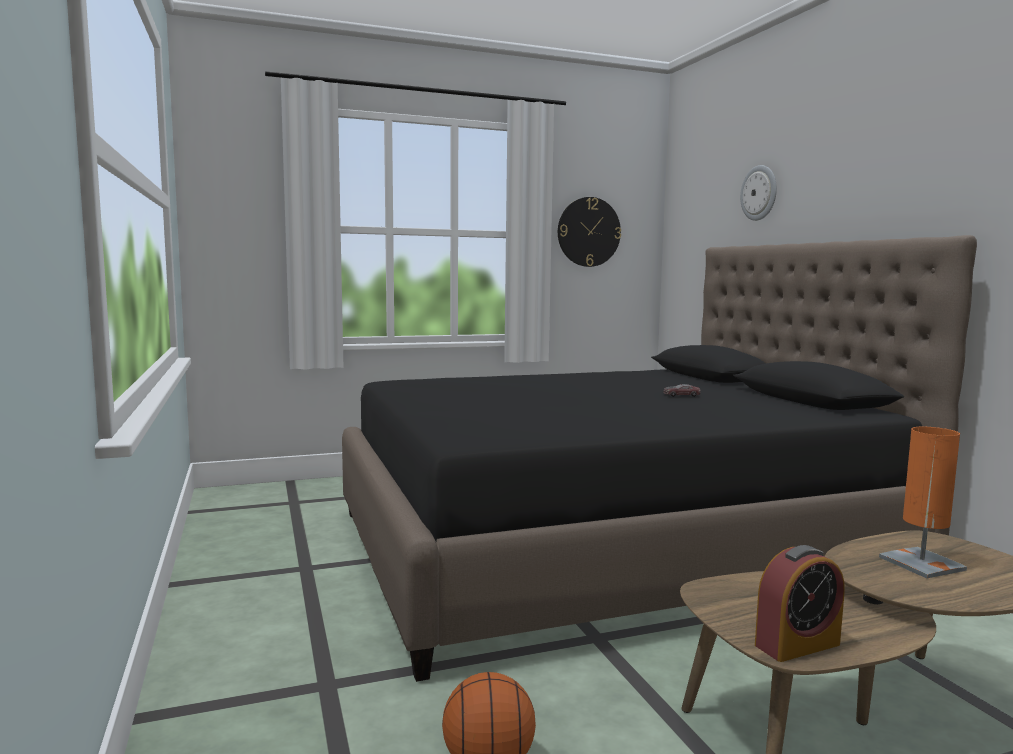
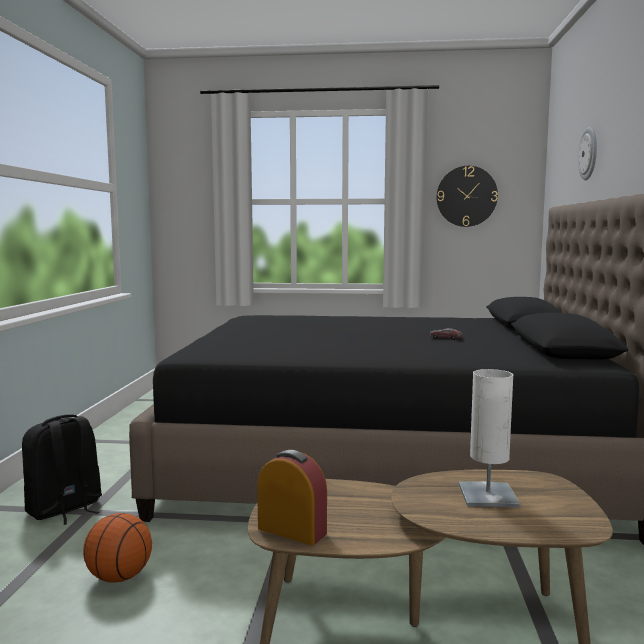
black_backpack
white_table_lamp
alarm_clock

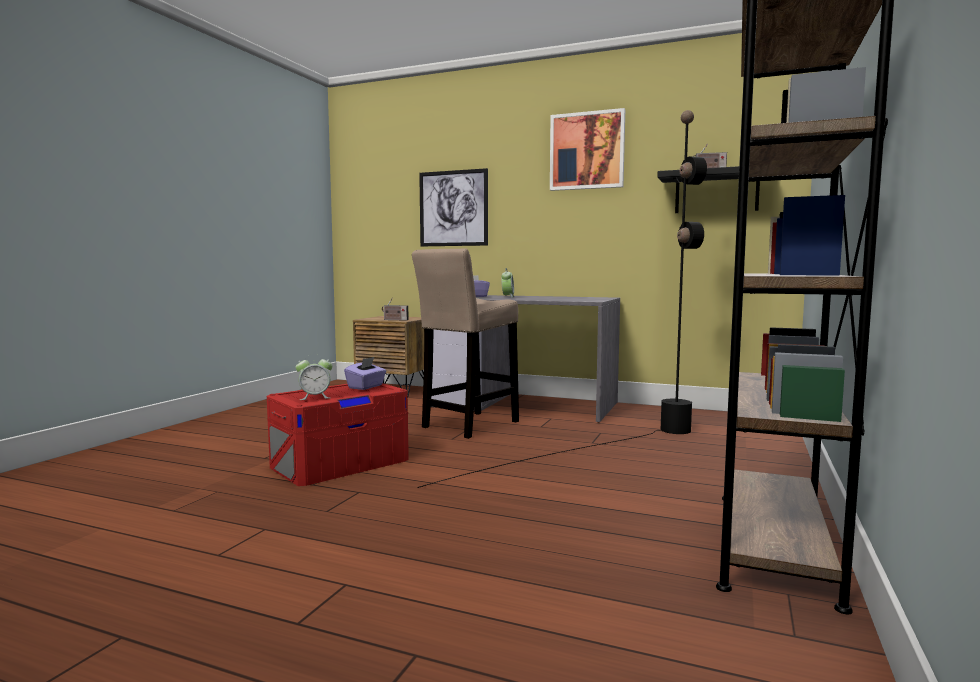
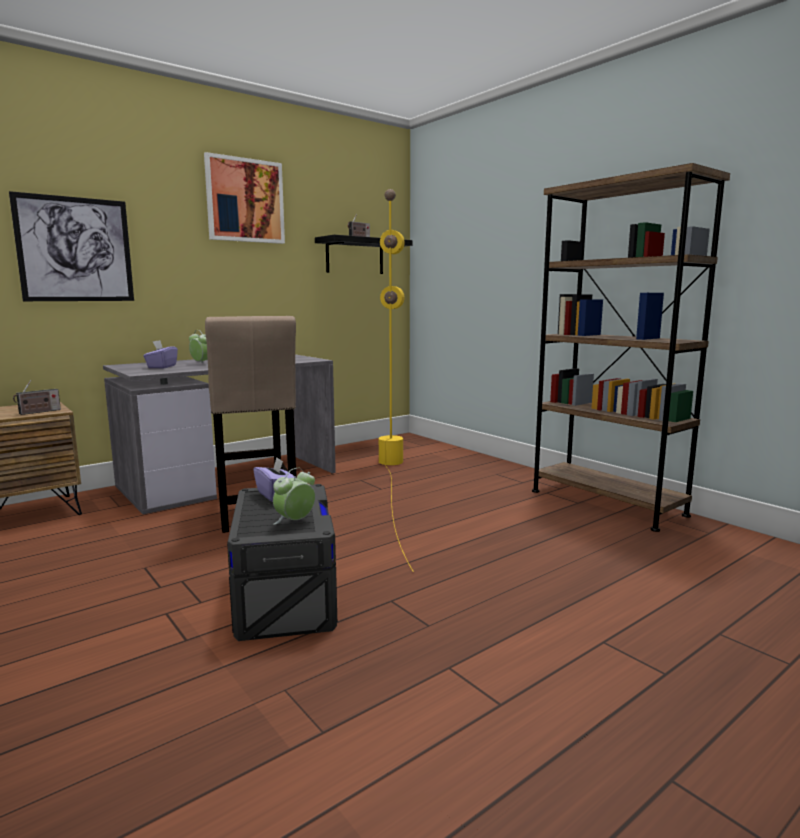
grey_storage_box
yellow_floor_lamp
alarm_clock (2nd from left)

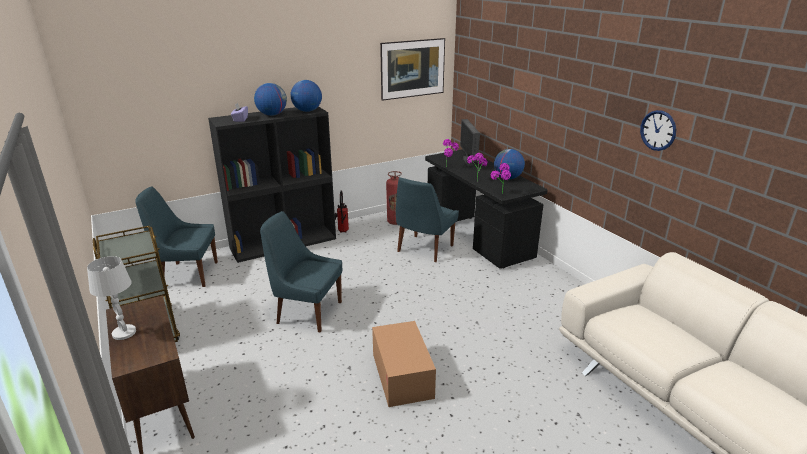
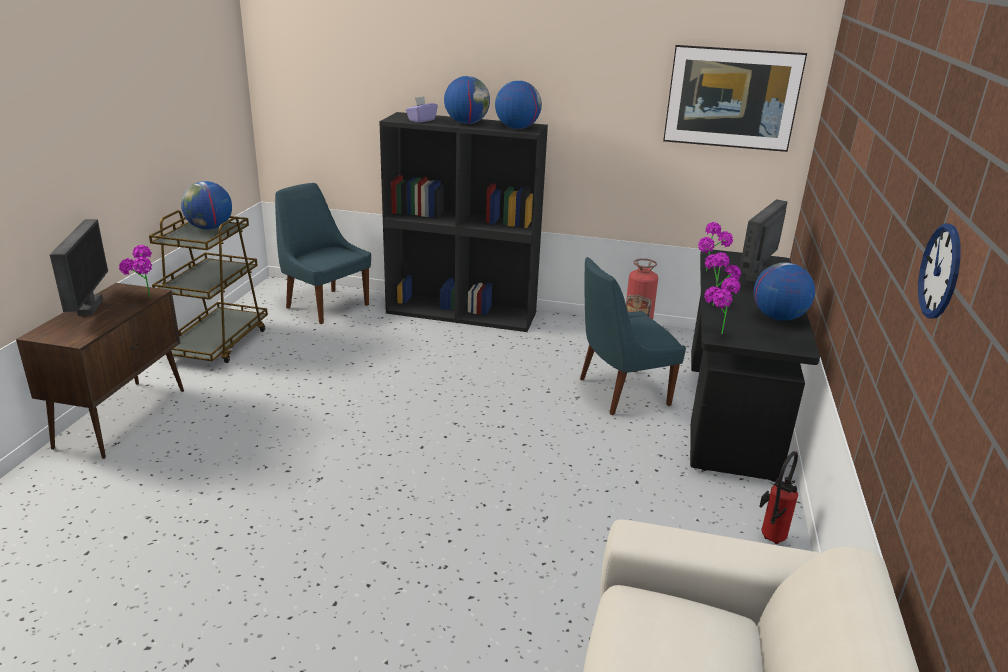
blue_chair (2nd from left in the first image)
cardboard_box
potted_plant (1st from left)
globe (1st from left)
fire_extinguisher (2nd from left)
monitor (1st from left)

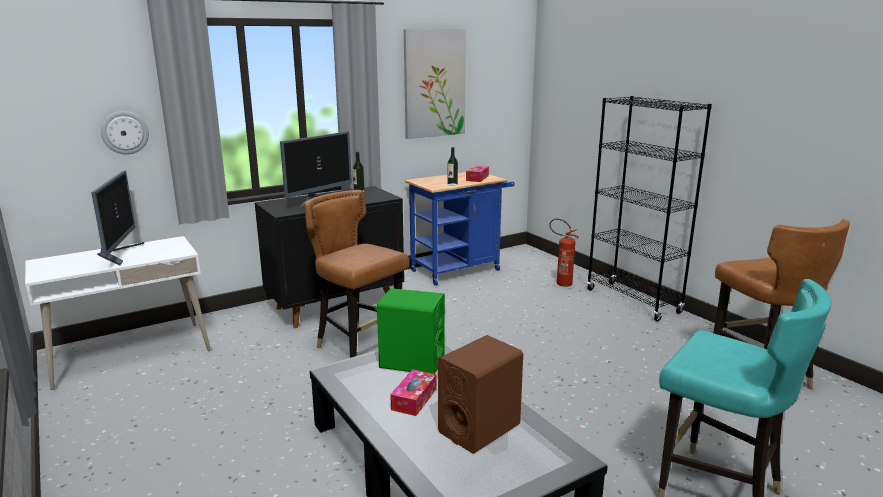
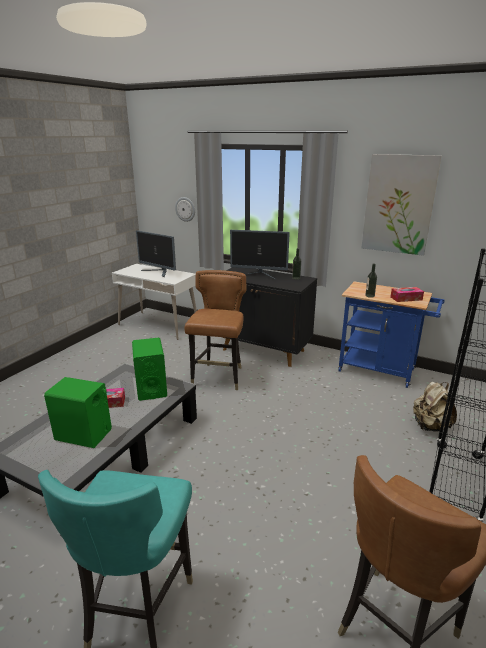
beige_backpack
green_speaker (1st from left)
monitor (1st from left)

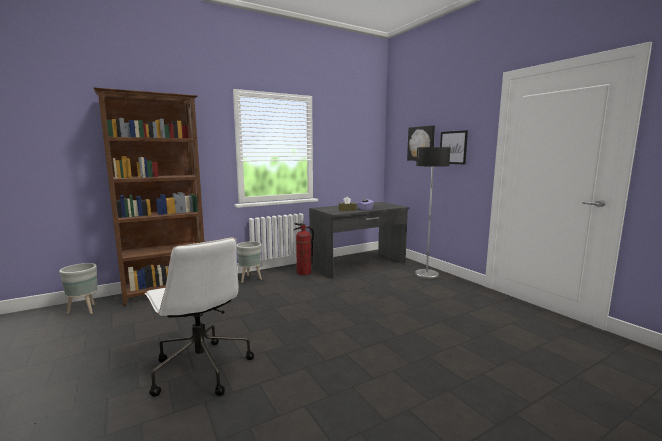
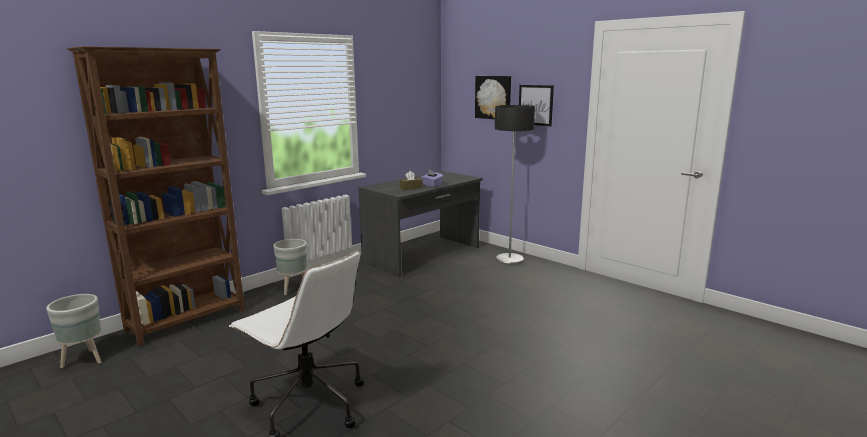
fire_extinguisher

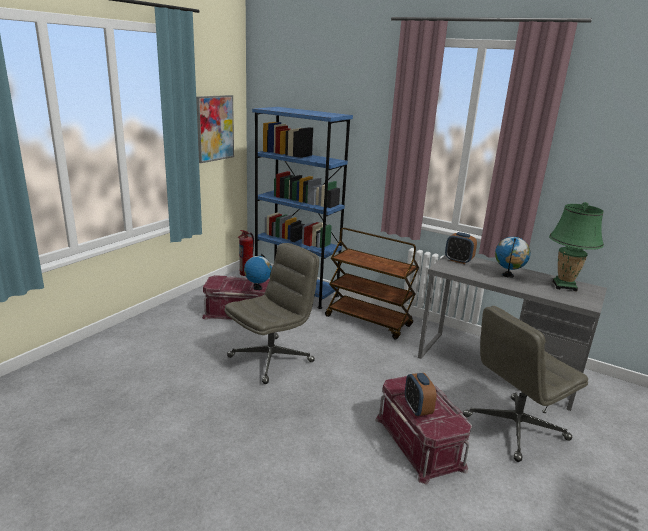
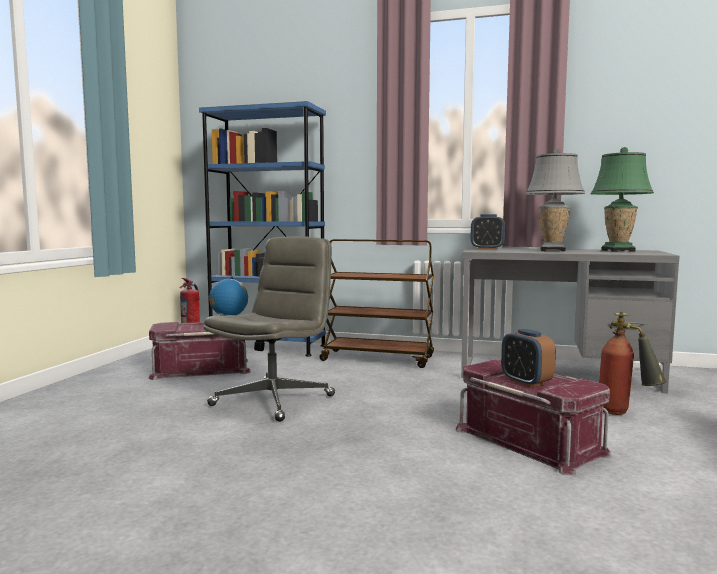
picture
fire_extinguisher (2nd from left)
grey_table_lamp

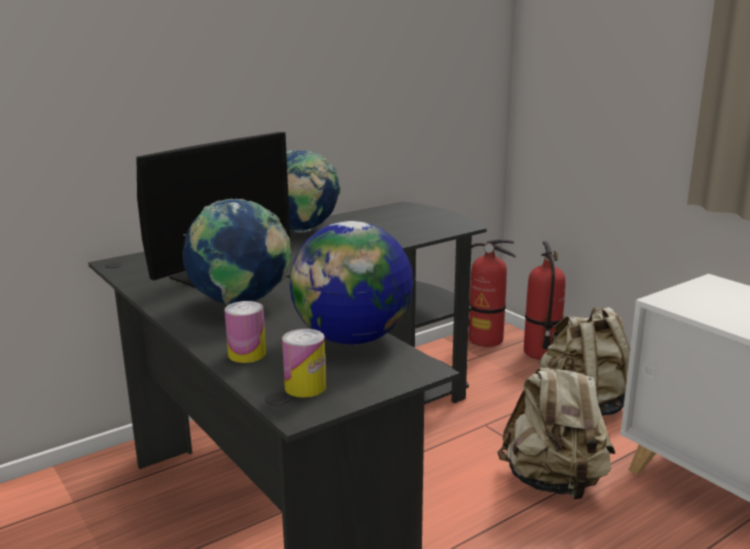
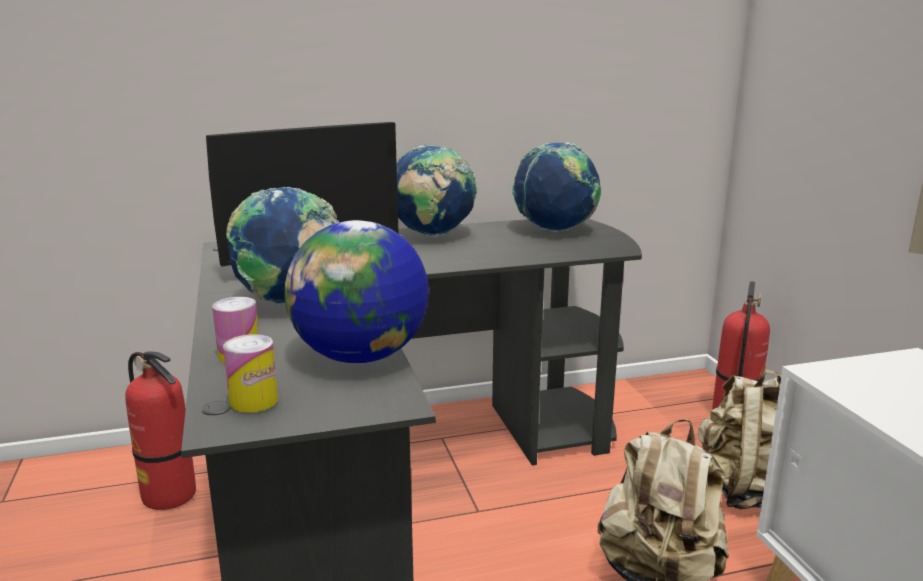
globe (4th from left)
fire_extinguisher (1st from left)

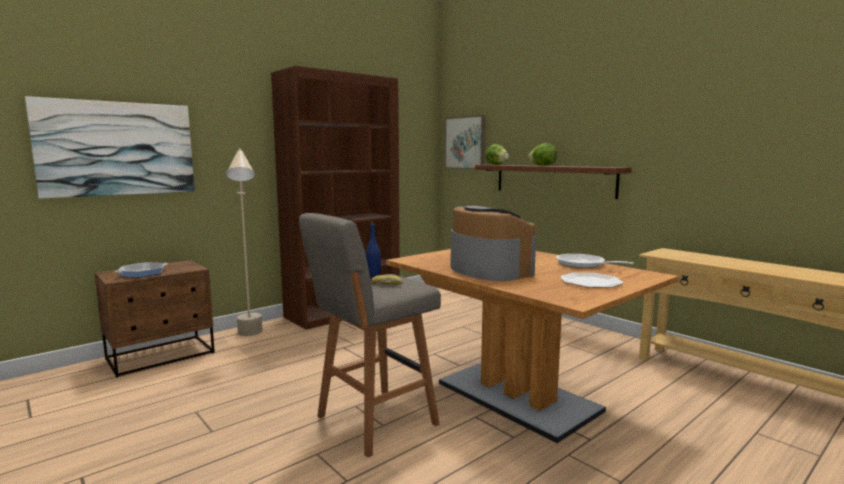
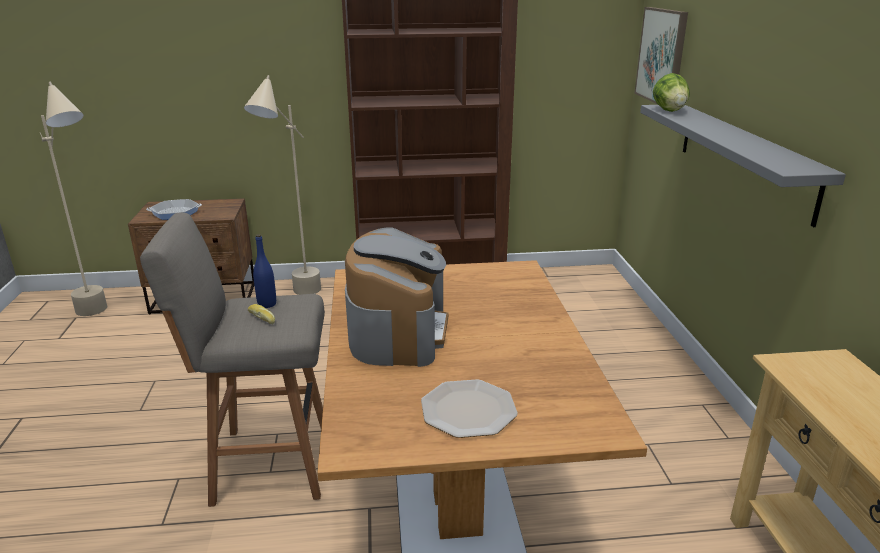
picture (1st from left in the first image)
lettuce (2nd from left in the first image)
frying_pan (2nd from left in the first image)
beige_floor_lamp (1st from left)
grey_shelf

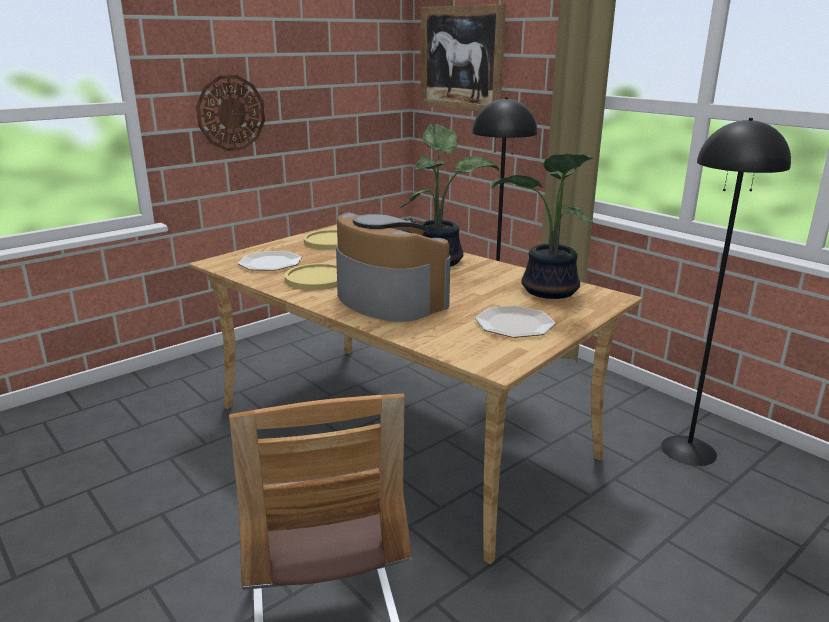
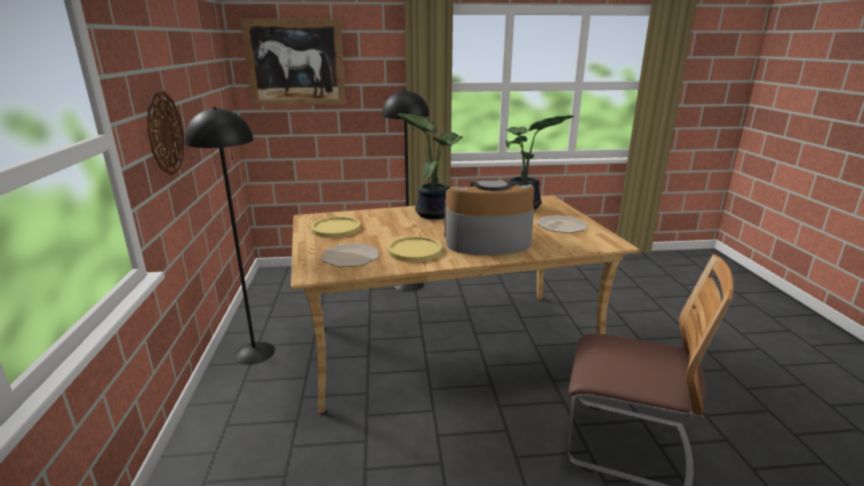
black_floor_lamp (1st from left)

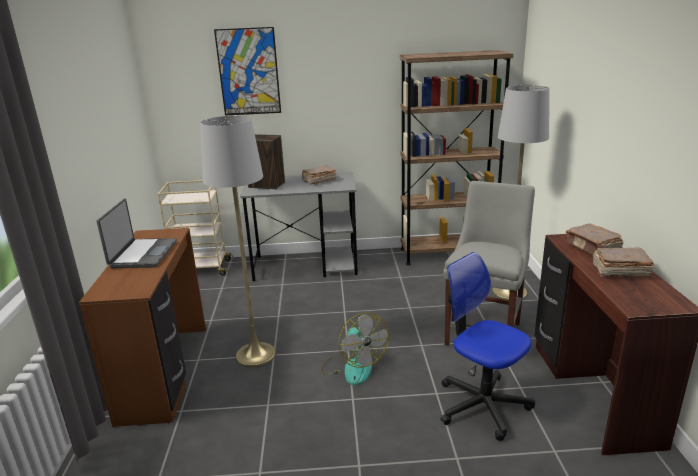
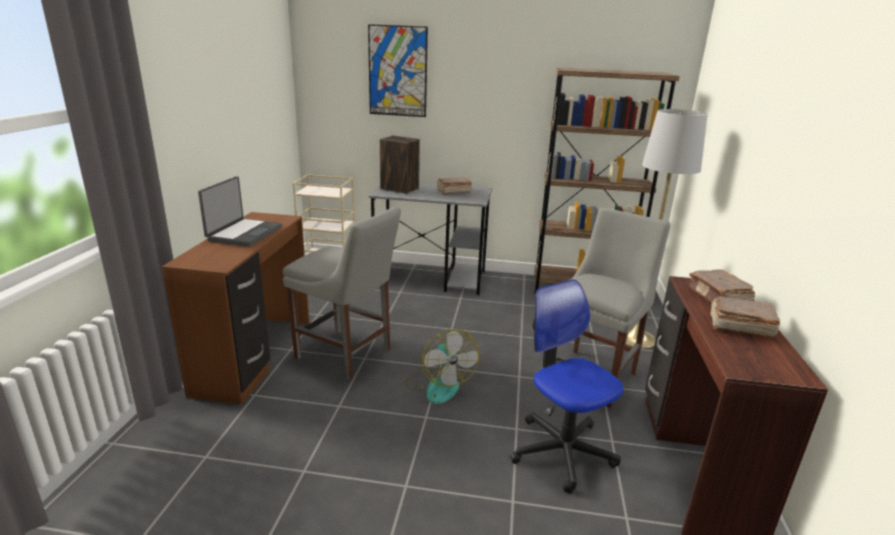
grey_chair (1st from left)

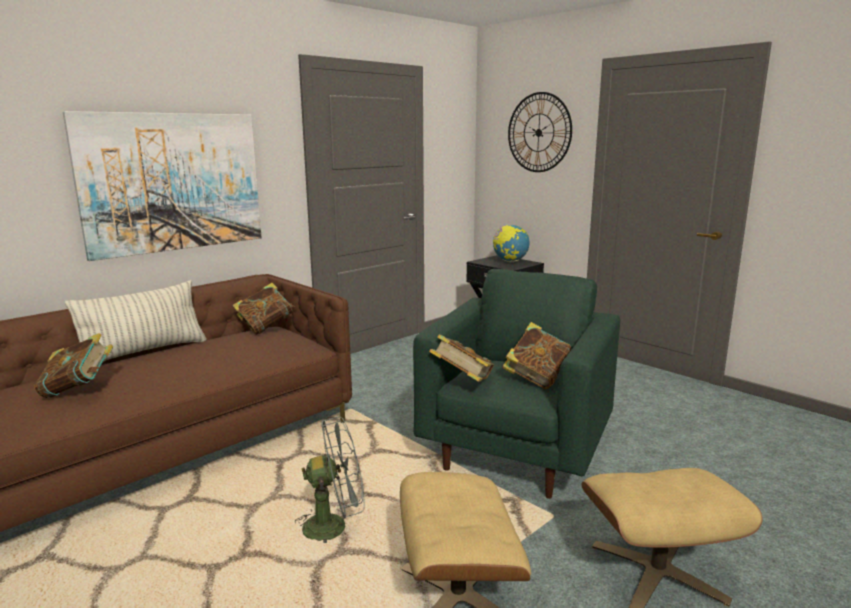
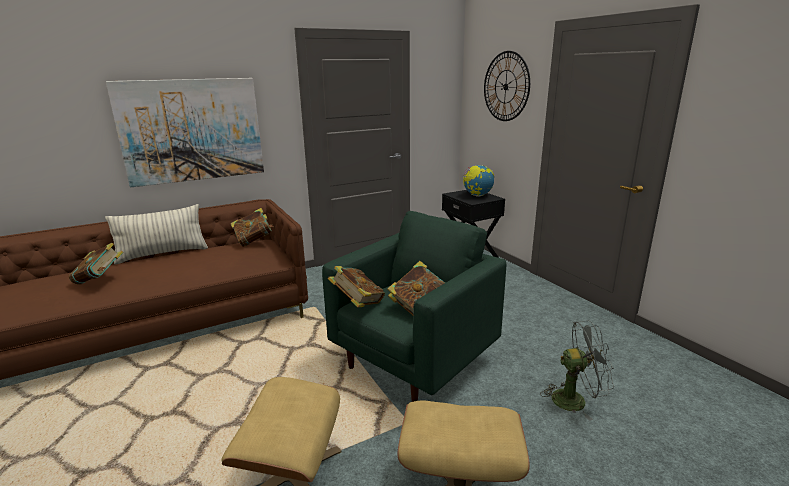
grey_fan

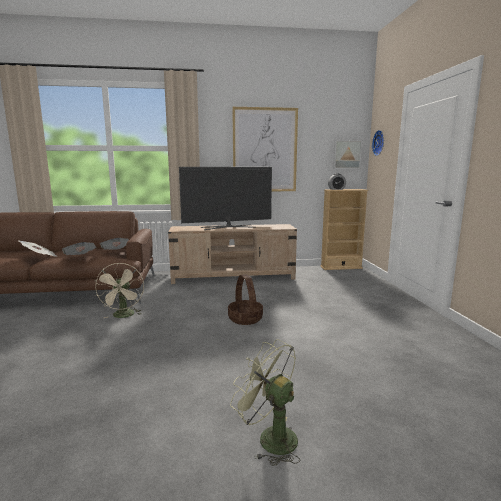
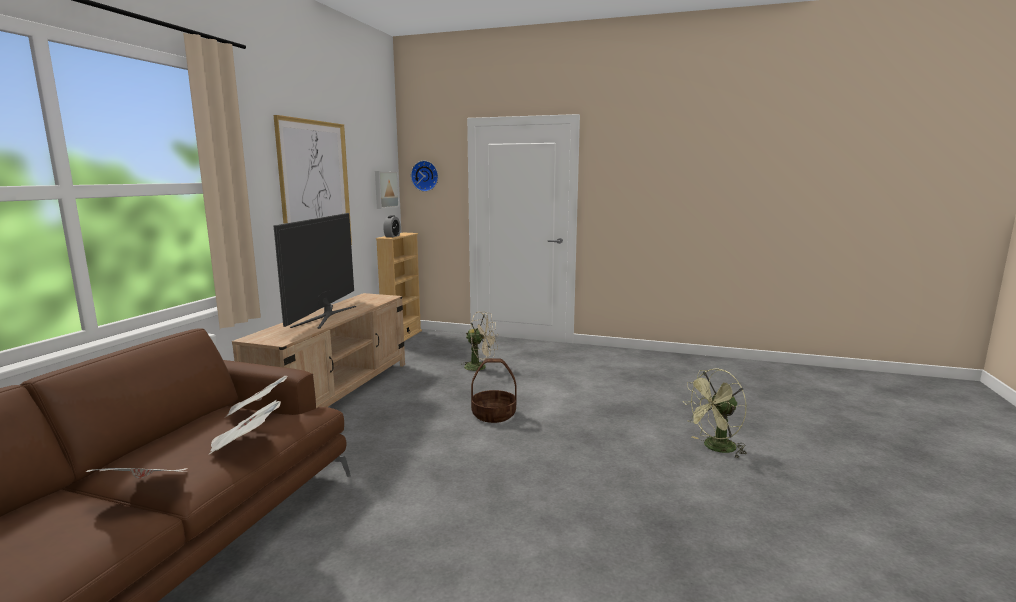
beige_fan

